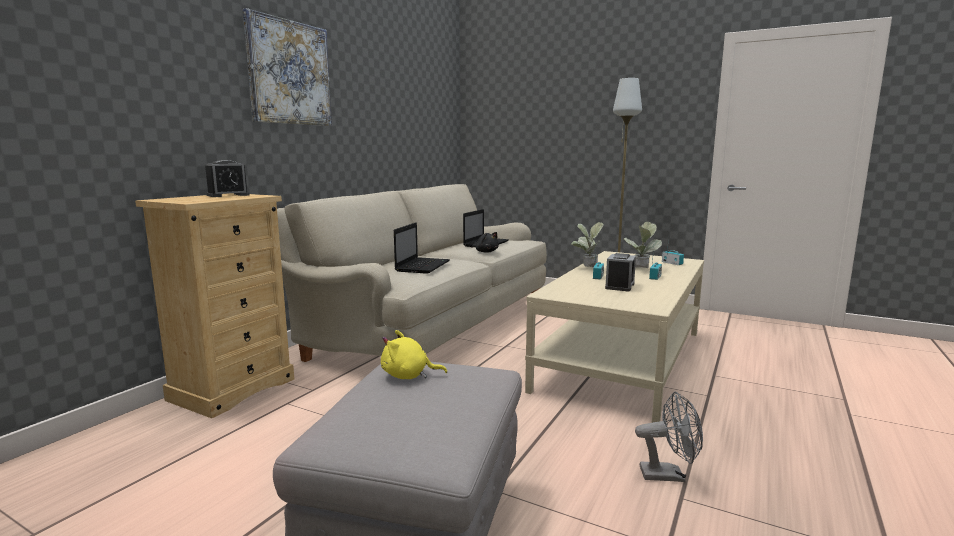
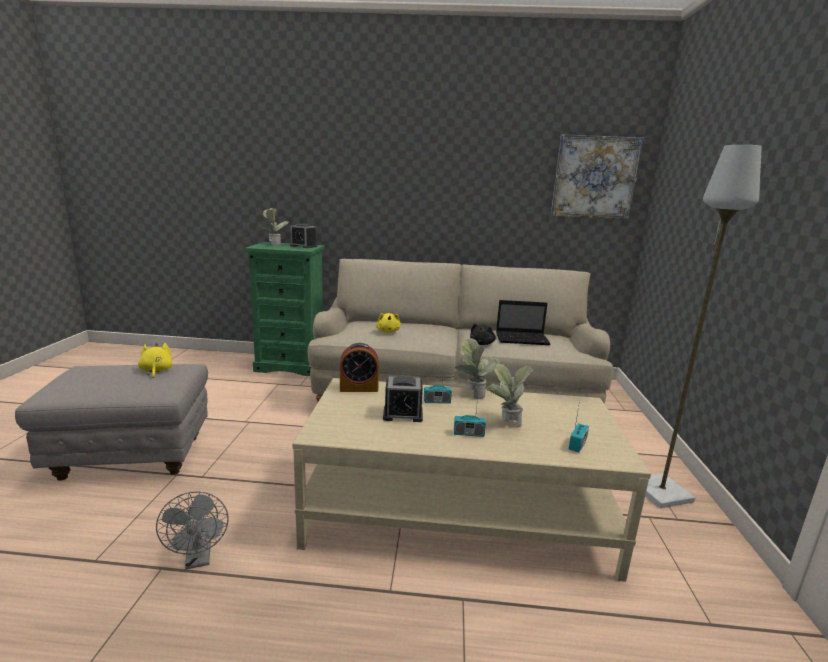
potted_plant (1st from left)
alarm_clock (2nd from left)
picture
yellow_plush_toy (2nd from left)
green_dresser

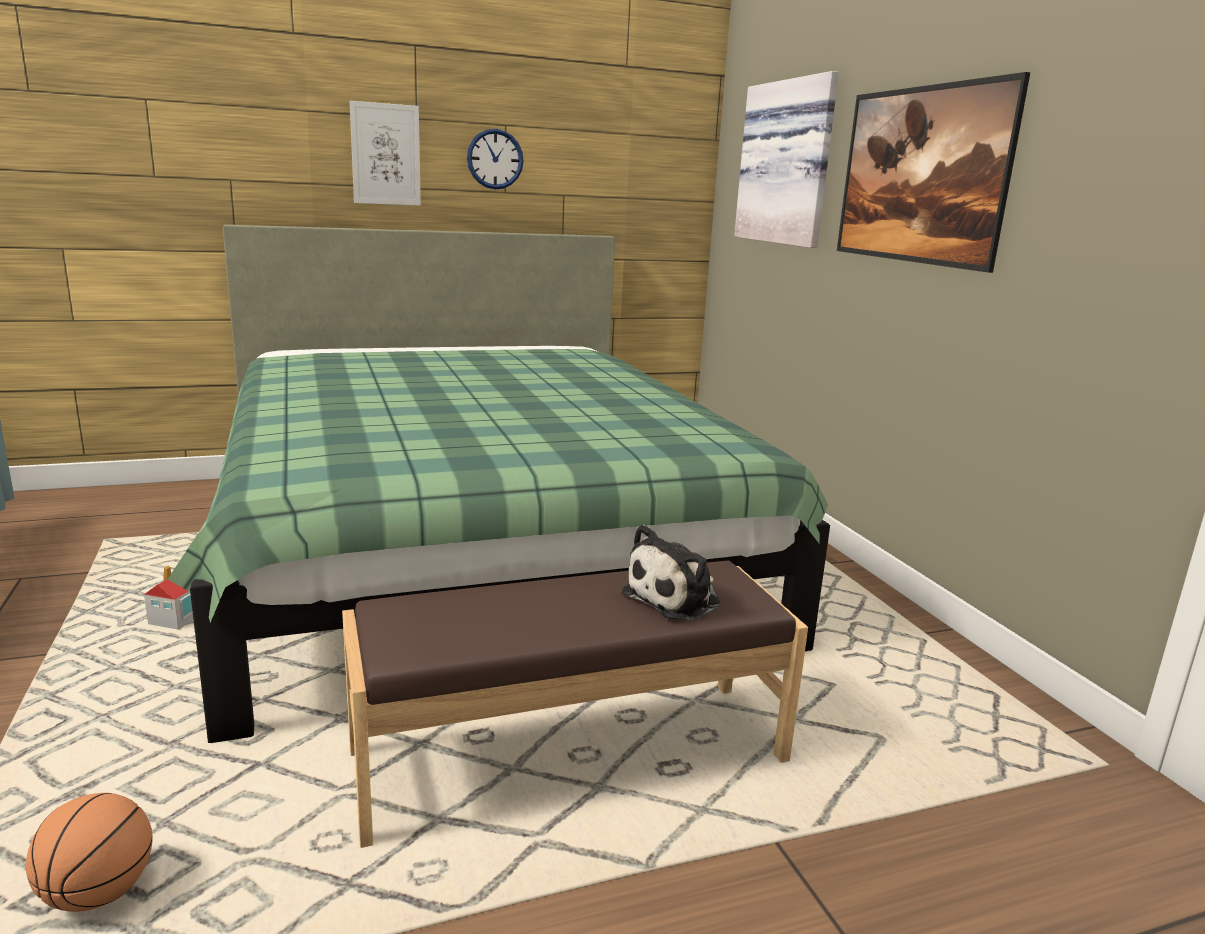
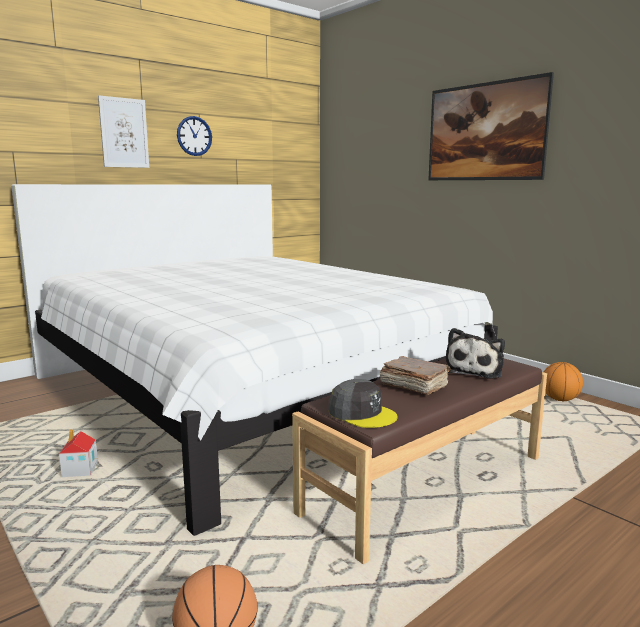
picture (2nd from left in the first image)
grey_cap
brown_book
basketball (2nd from left)
white_bed

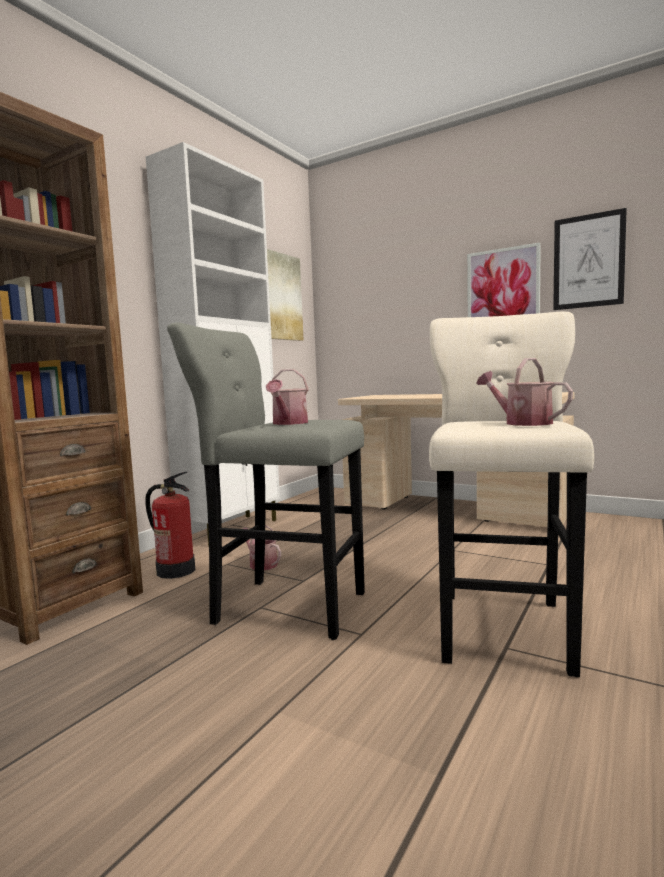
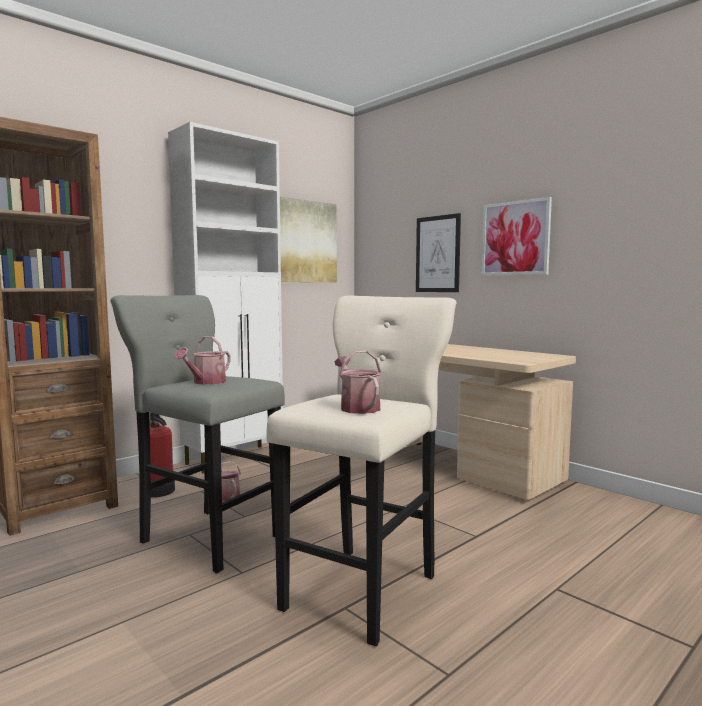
picture (2nd from left)

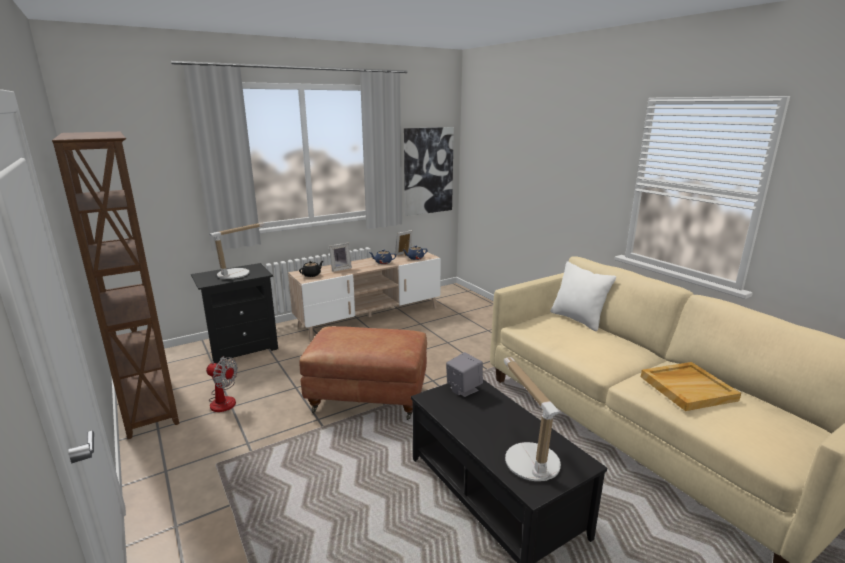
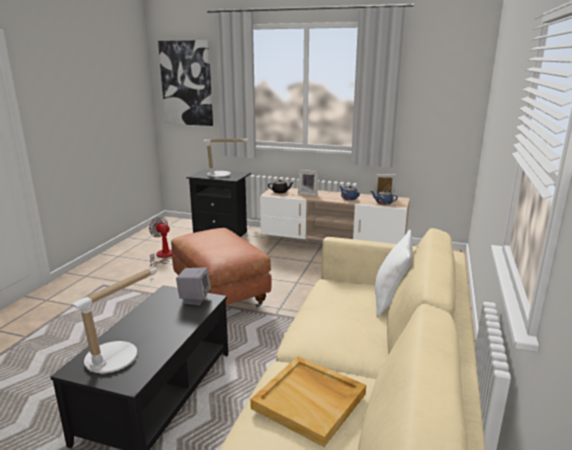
brown_bookcase
picture
fan

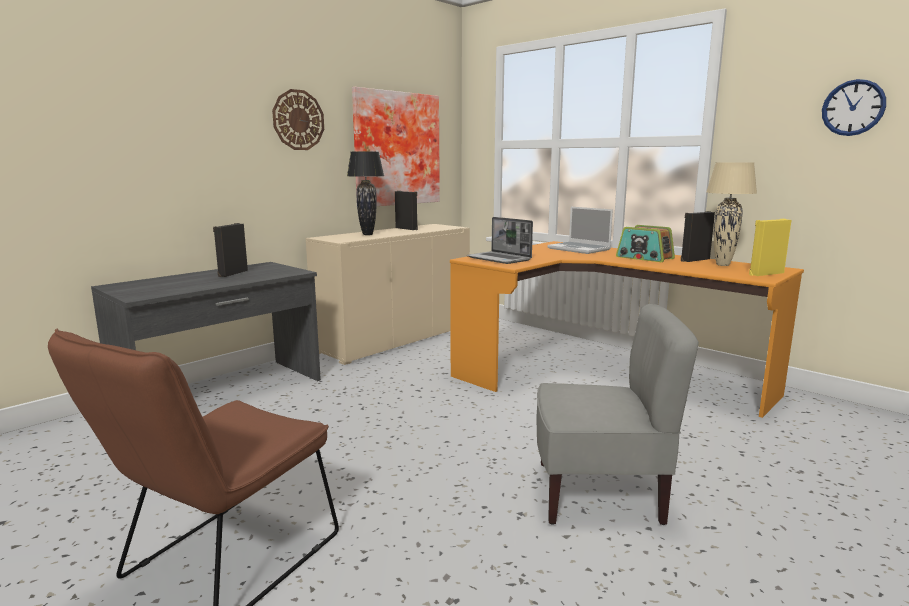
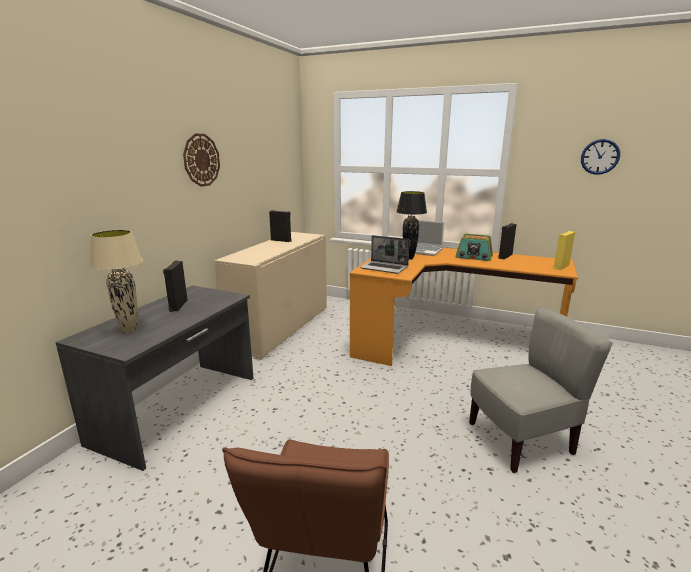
picture
black_table_lamp
beige_table_lamp

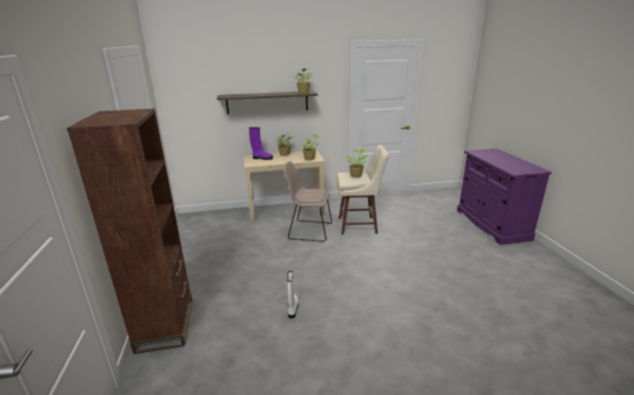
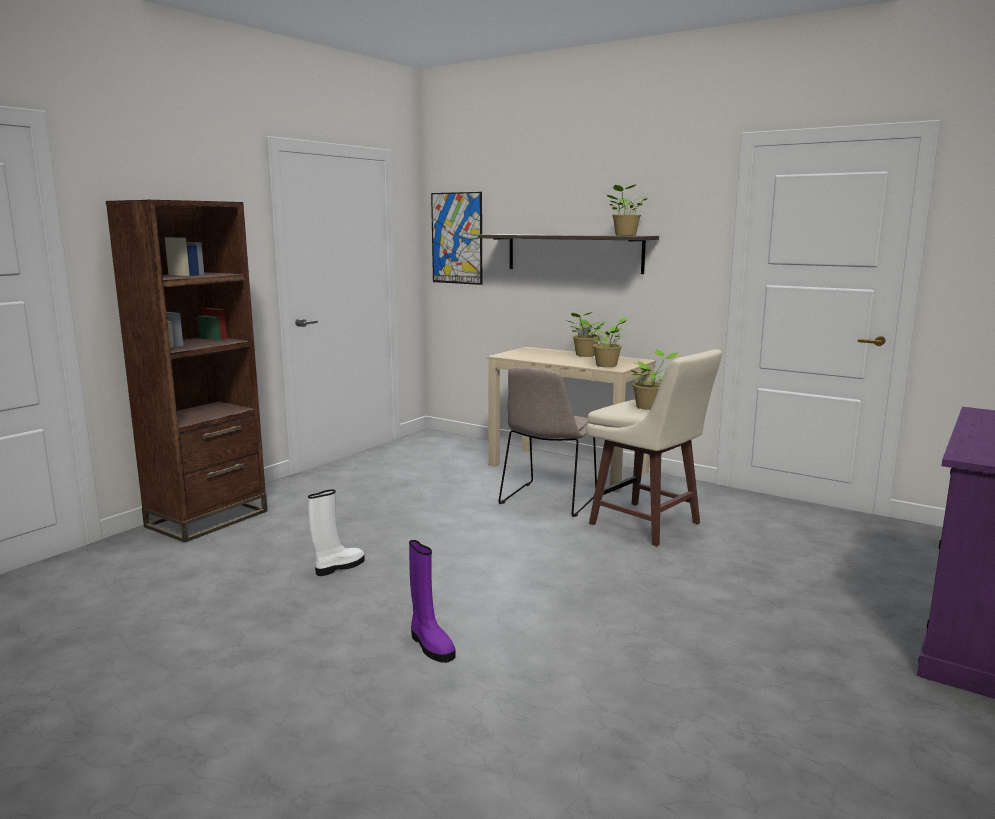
picture
purple_boot
beige_chair

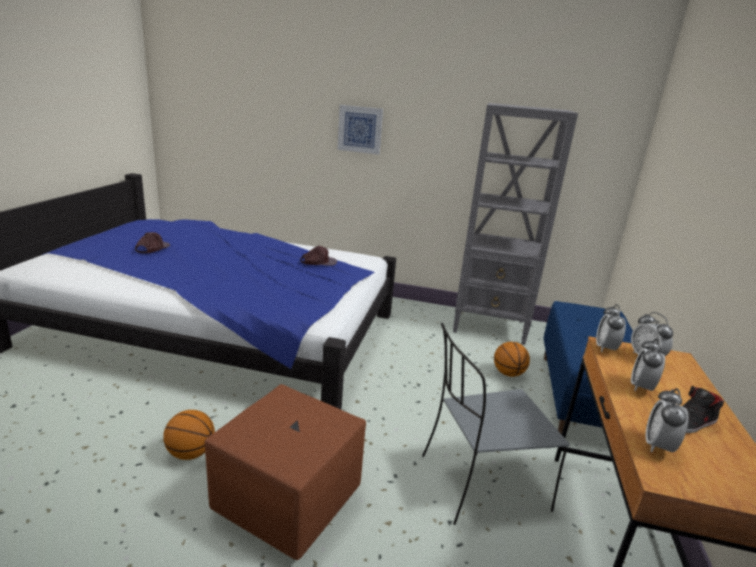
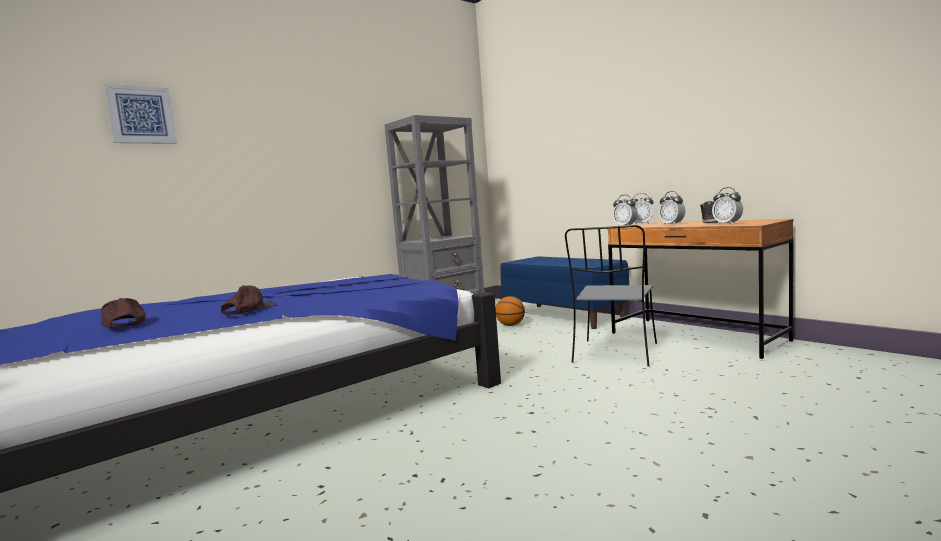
basketball (1st from left in the first image)
brown_ottoman
brown_cap (2nd from left)
picture

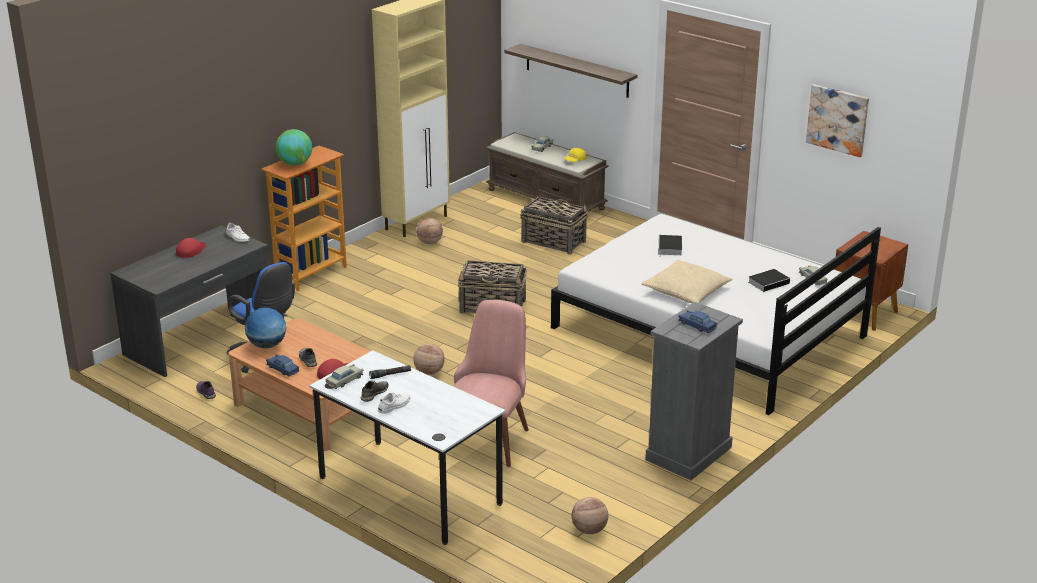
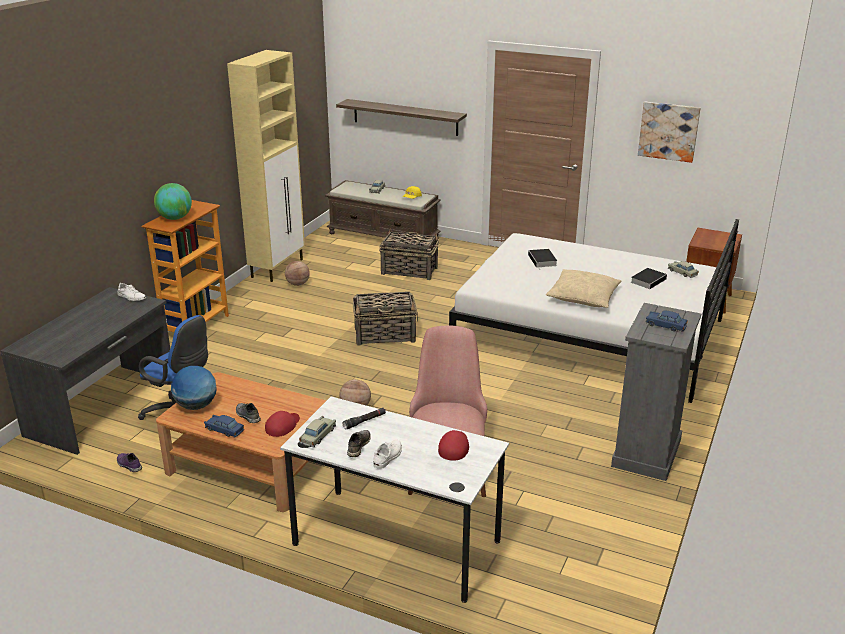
basketball (3rd from left in the first image)
red_cap (2nd from left)

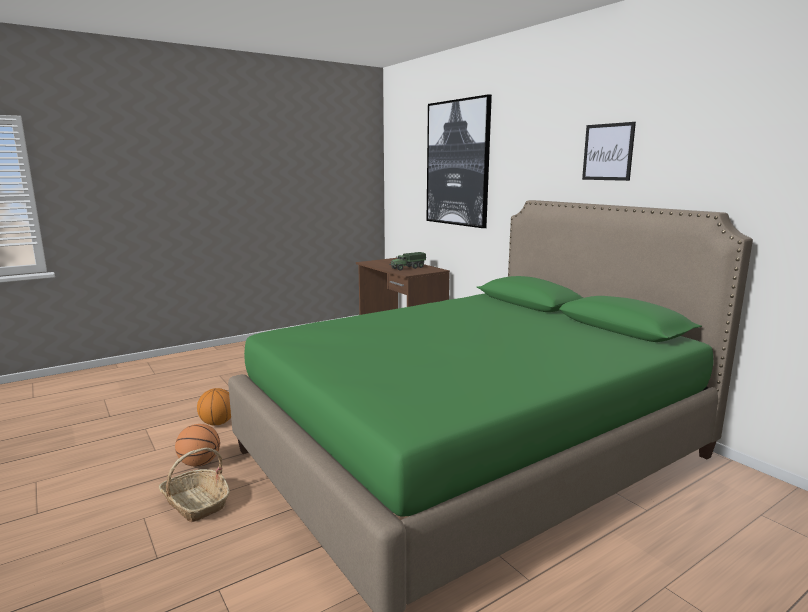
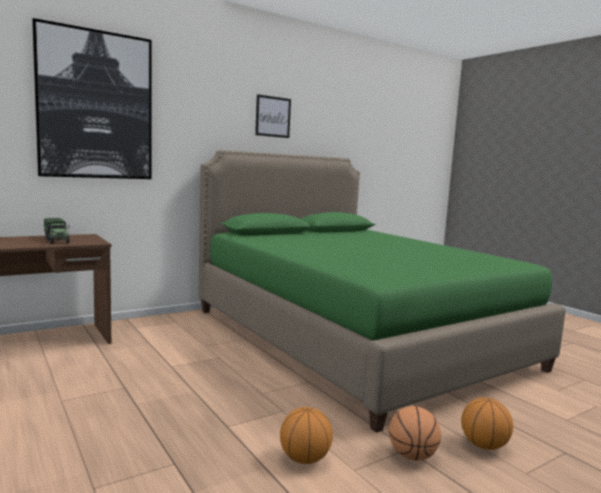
basketball (3rd from left)

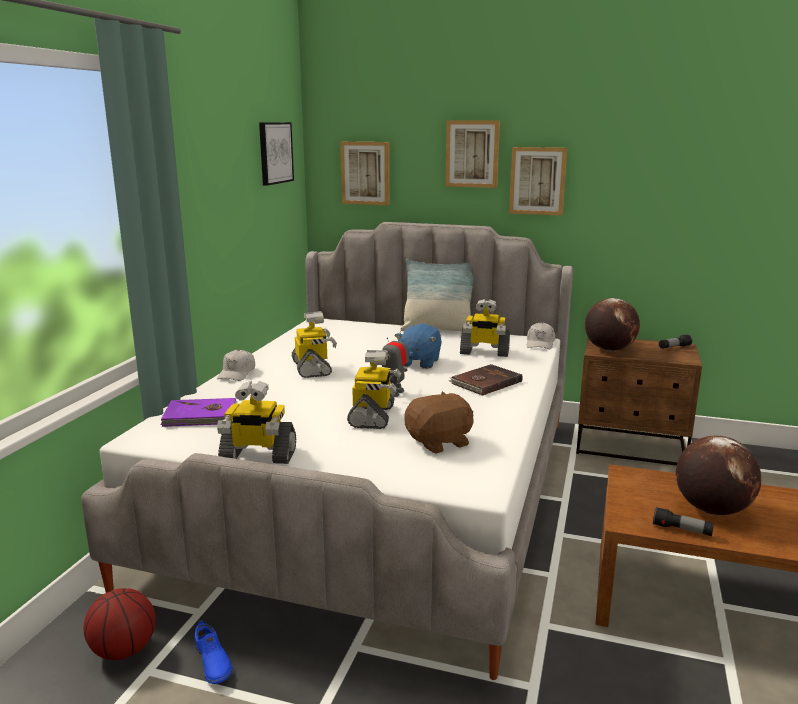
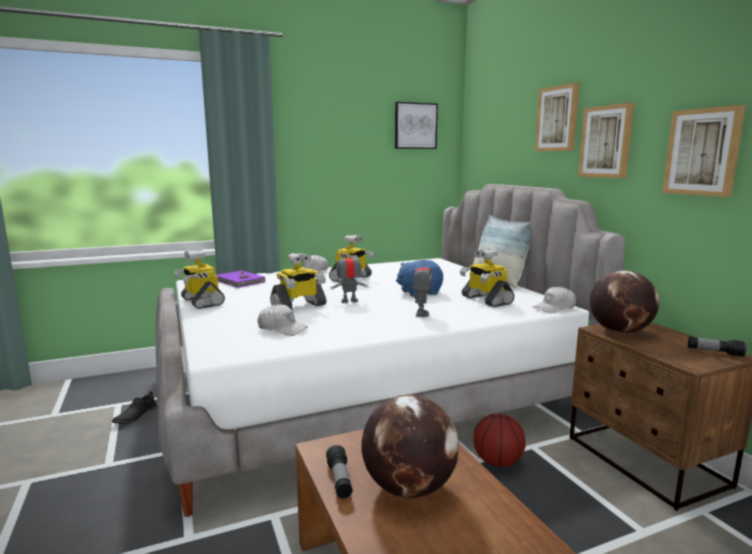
basketball
picture (4th from left)
white_cap (1st from left)
toy_robot (5th from left)
black_shoe

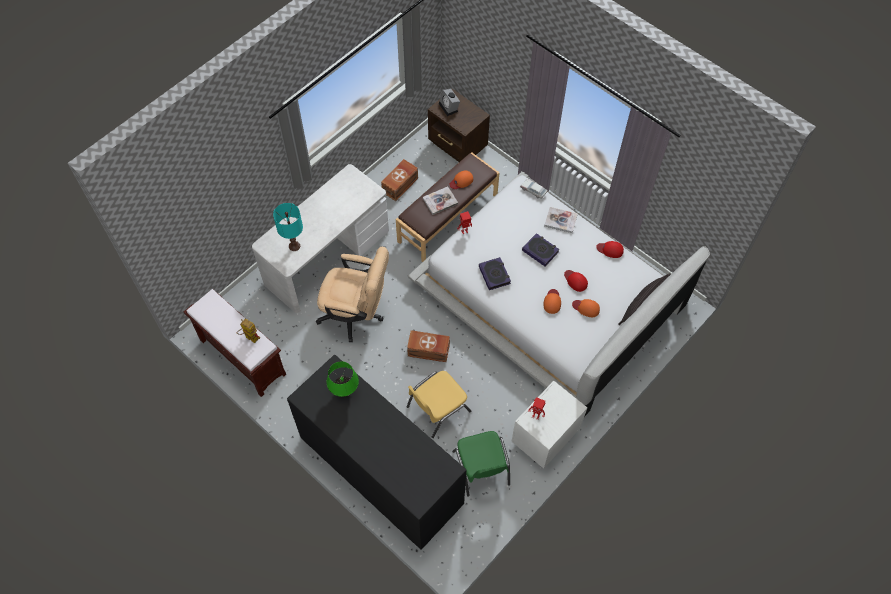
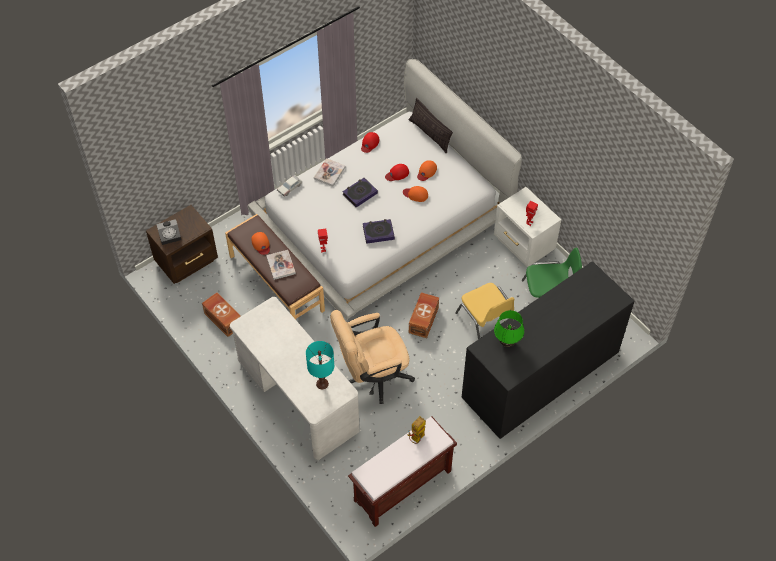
beige_office_chair

